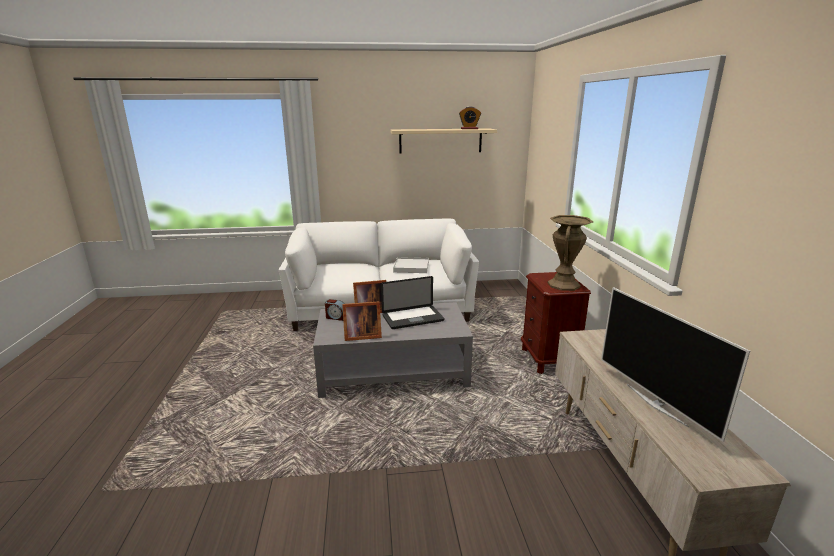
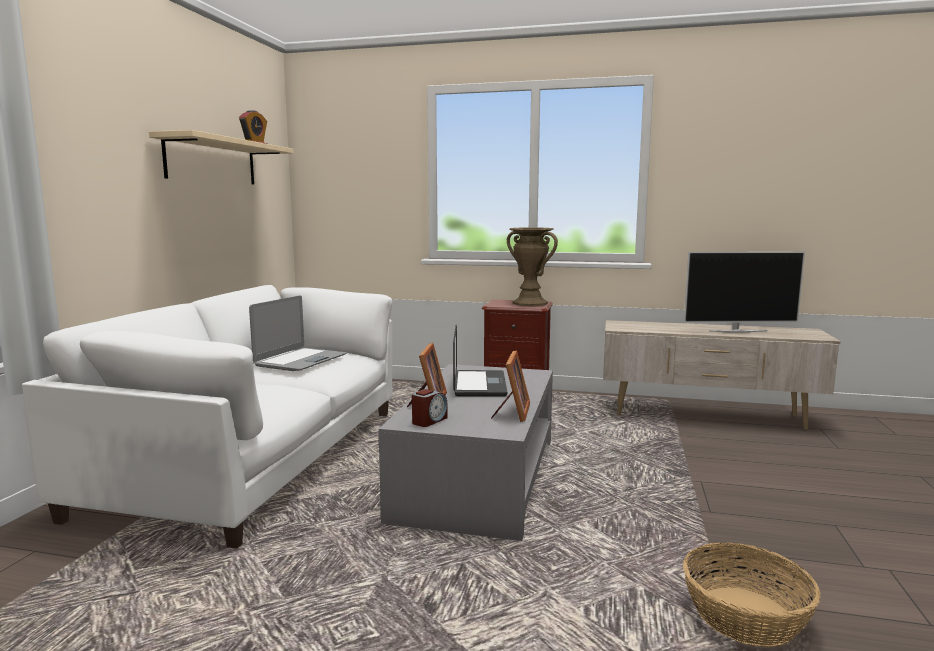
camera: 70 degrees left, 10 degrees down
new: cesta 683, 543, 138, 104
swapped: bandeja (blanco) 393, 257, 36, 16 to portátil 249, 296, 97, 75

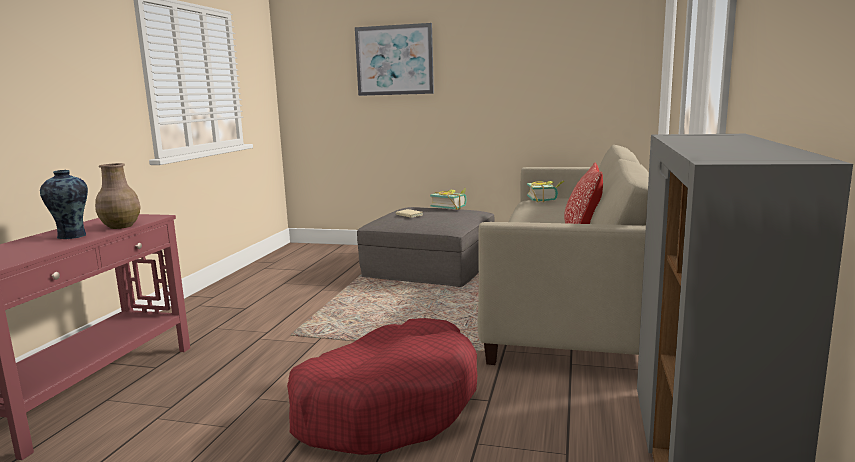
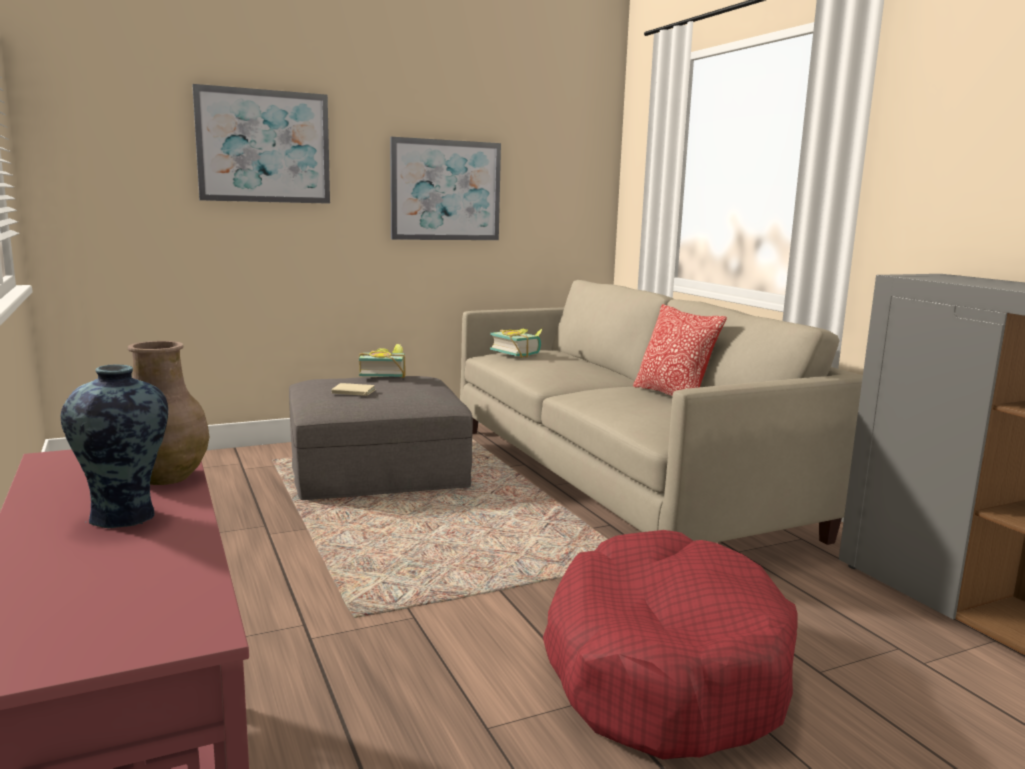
camera: 40 degrees left, 0 degrees up
new: cuadro 390, 137, 111, 103

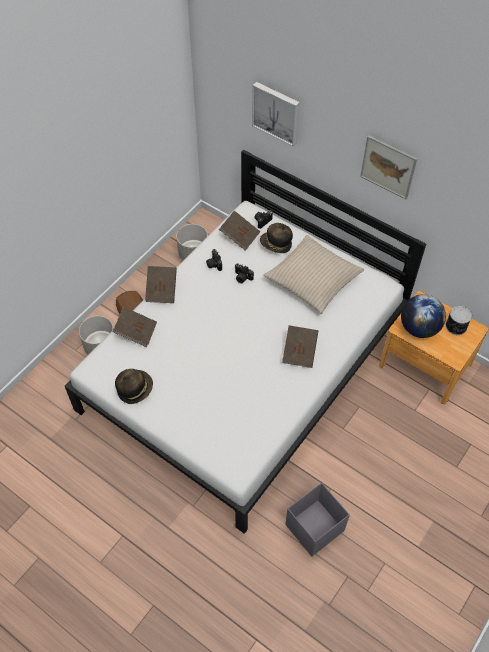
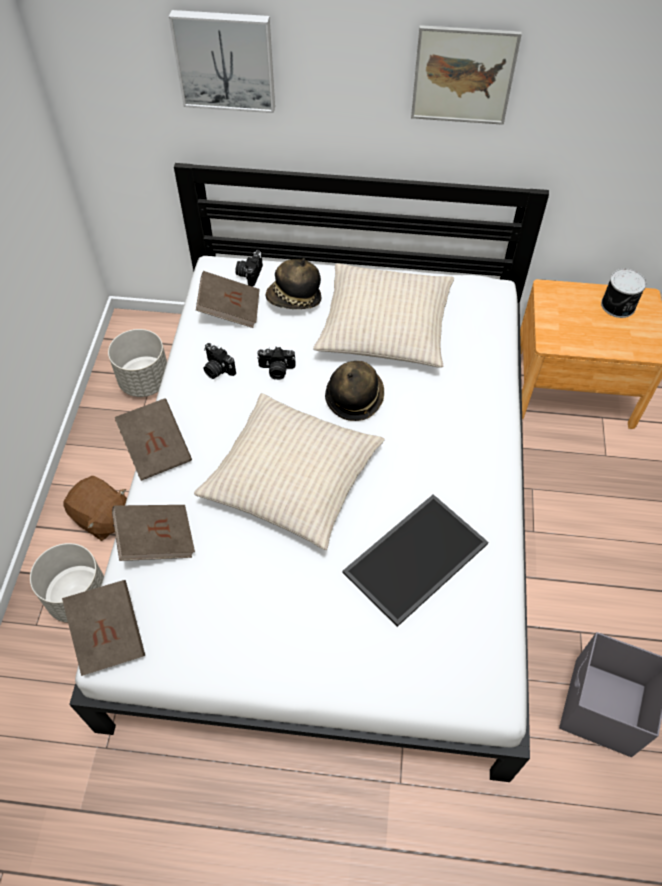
camera: 30 degrees left, 0 degrees up
gone: globo terráqueo 401, 294, 45, 44
new: cojín (beis) 194, 393, 191, 157; bandeja 342, 494, 146, 133
shifted: sombrero 115, 369, 38, 35 to 325, 361, 59, 60; libro (marrón) 282, 325, 36, 43 to 62, 580, 83, 96

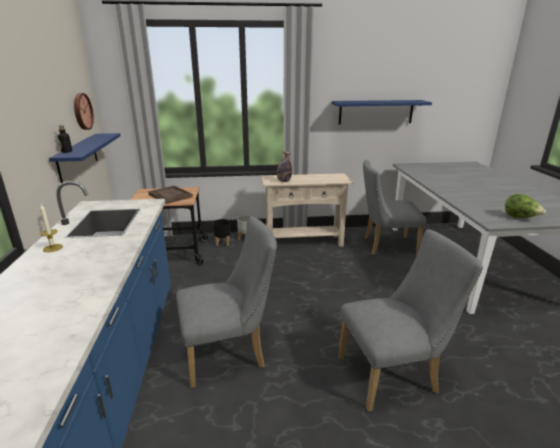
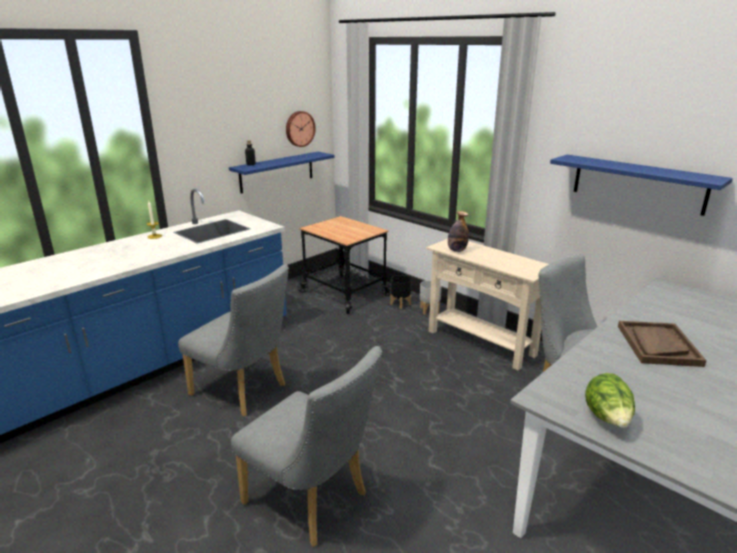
camera: 50 degrees right, 0 degrees up
shifted: bandeja (marrón) 148, 186, 45, 18 to 618, 321, 89, 46

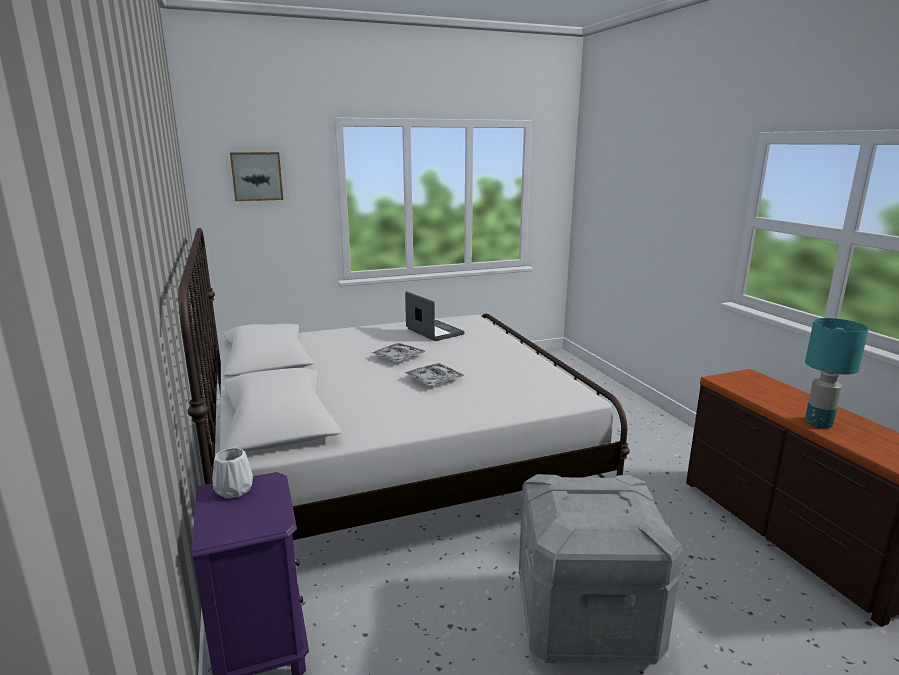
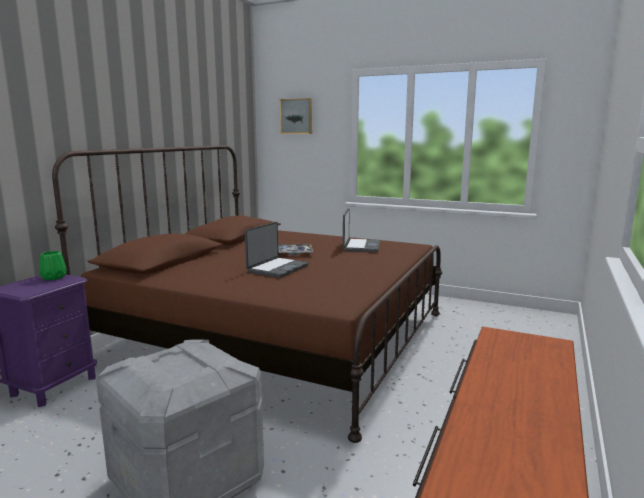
camera: 45 degrees right, 5 degrees down
gone: lámpara de mesa (turquesa) 805, 318, 64, 110
swapped: bandeja 405, 363, 59, 23 to portátil 245, 222, 64, 56
repainted: cama (blanco) 178, 228, 452, 312 to cama (marrón) 52, 145, 390, 298; florero (blanco) 212, 448, 41, 51 to florero (verde) 39, 251, 28, 29

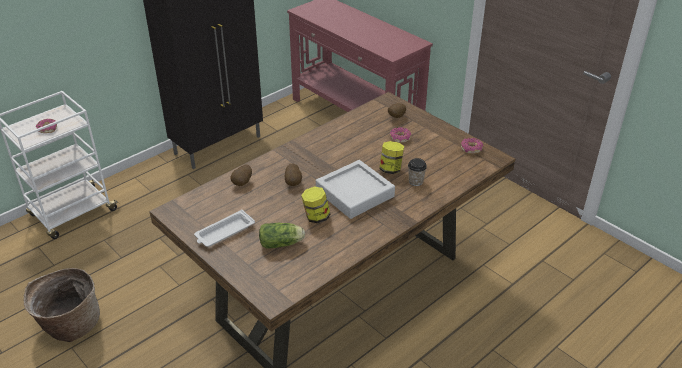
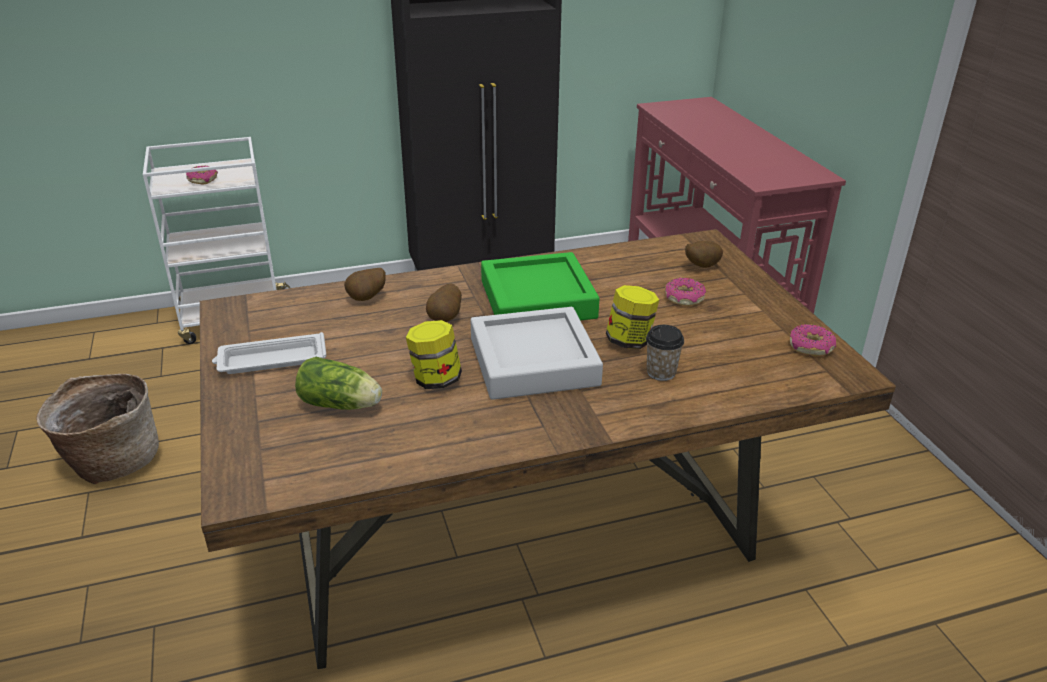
camera: 25 degrees right, 5 degrees down
new: bandeja (verde) 481, 252, 118, 68

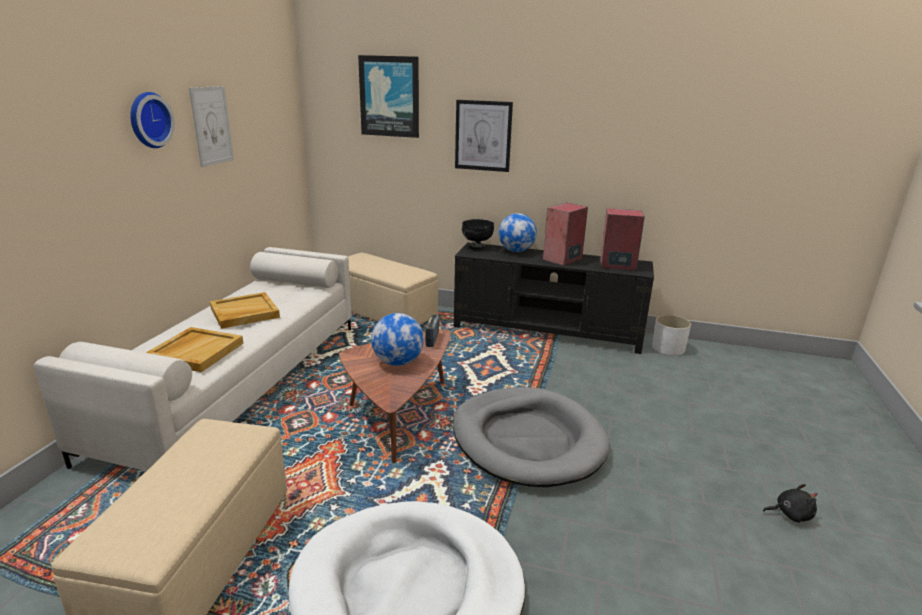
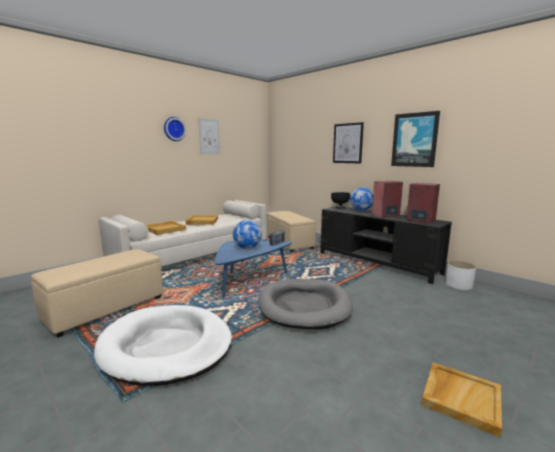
camera: 30 degrees right, 10 degrees down
shifted: cuadro 358, 55, 61, 83 to 391, 111, 49, 56
swapped: peluche (negro) 763, 484, 55, 39 to bandeja (beis) 421, 363, 81, 74
repainted: mesa de centro (marrón) 339, 330, 112, 133 to mesa de centro (azul) 215, 241, 77, 57

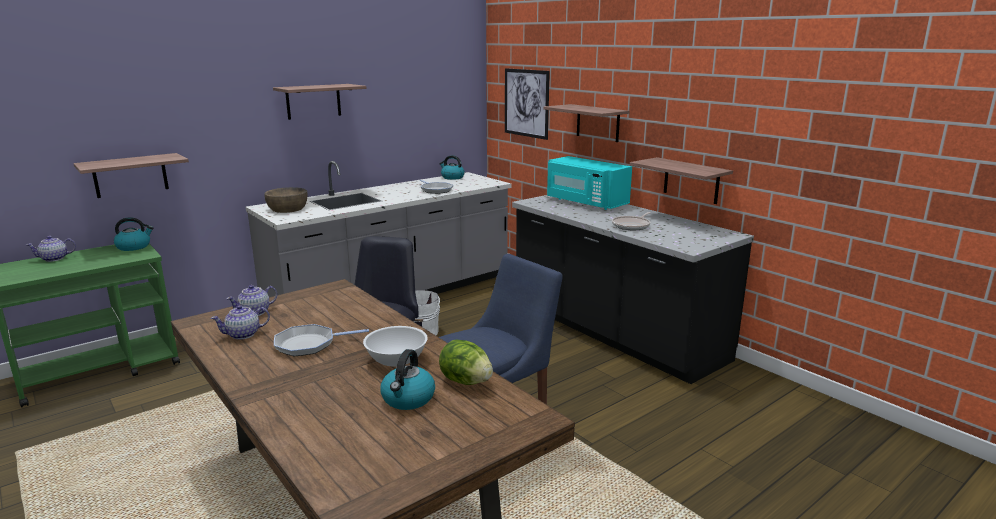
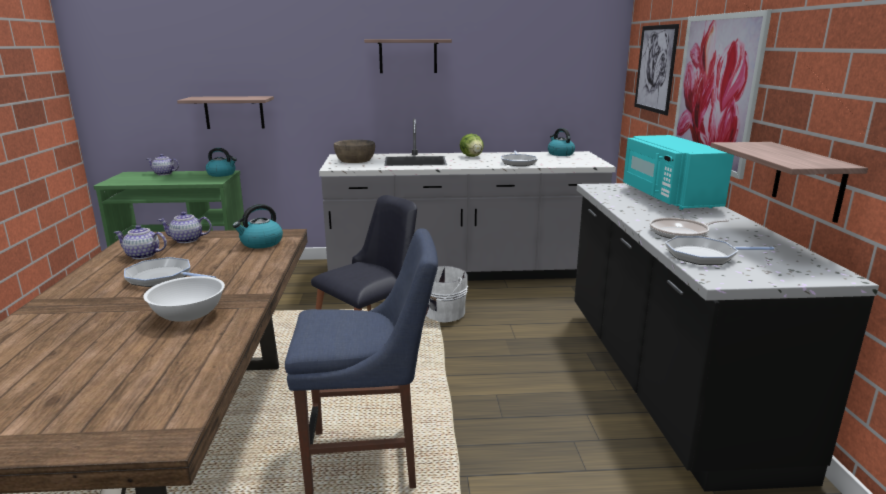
camera: 35 degrees right, 0 degrees up
new: sartén 665, 236, 110, 29
shifted: hervidor 380, 349, 55, 61 to 233, 204, 50, 45; lechuga 439, 339, 54, 46 to 460, 134, 24, 23
swapped: estante 543, 104, 87, 38 to cuadro 673, 10, 99, 169

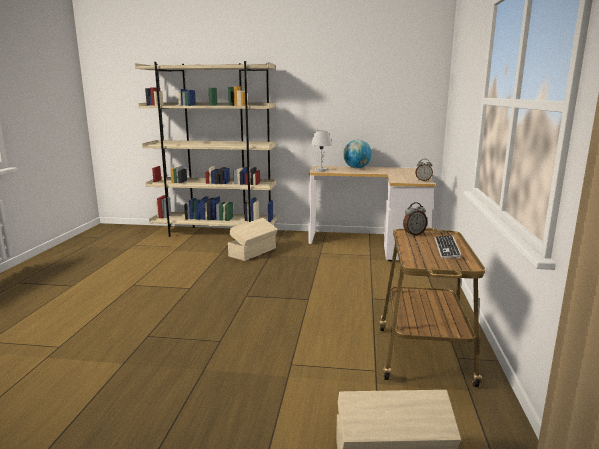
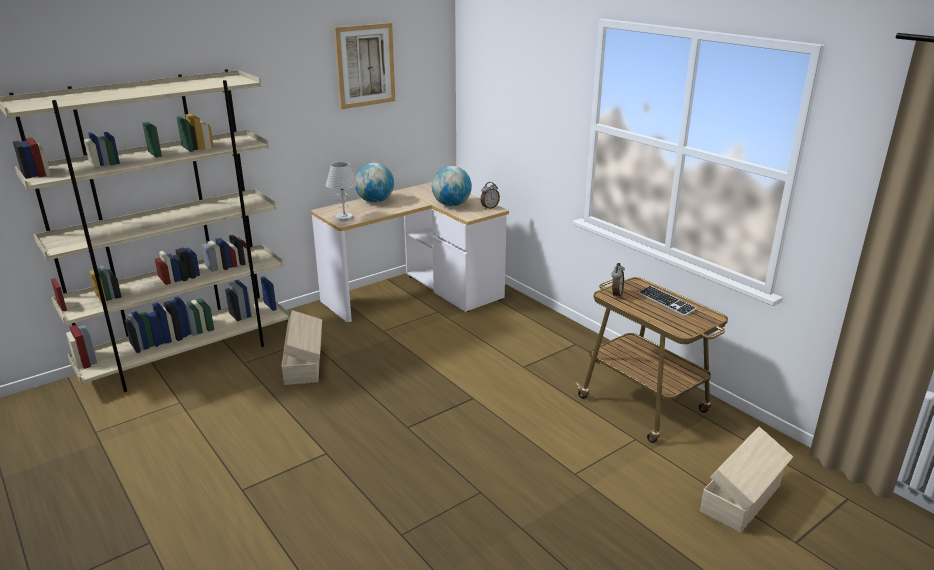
camera: 45 degrees left, 10 degrees up
new: cuadro 334, 23, 61, 86; globo terráqueo 432, 166, 40, 40

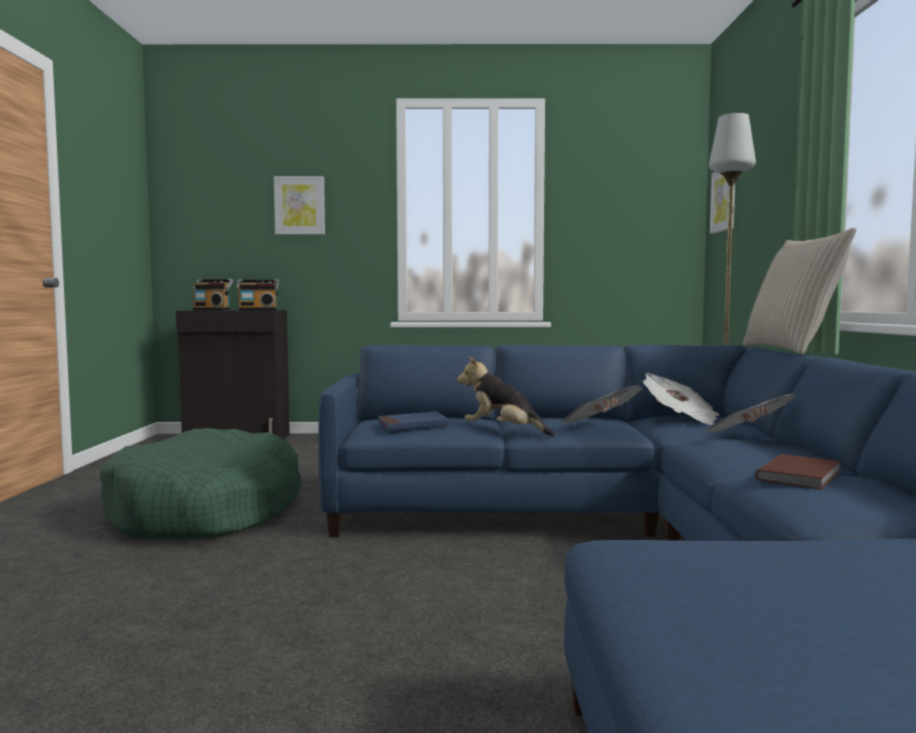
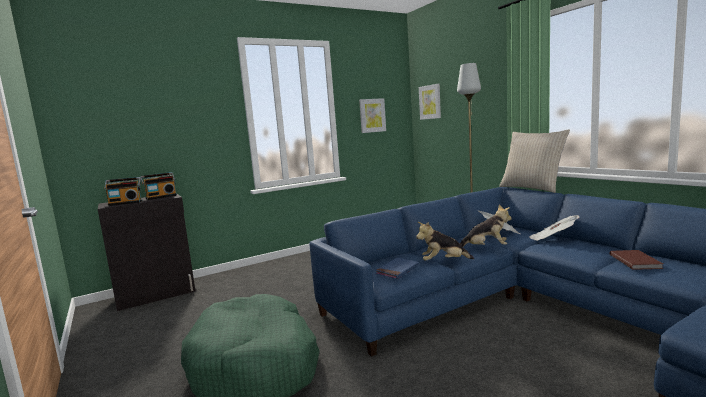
camera: 30 degrees left, 5 degrees up
shifted: cuadro 274, 176, 51, 59 to 359, 98, 27, 35
swapped: periódico 559, 384, 83, 39 to peluche 460, 205, 52, 42

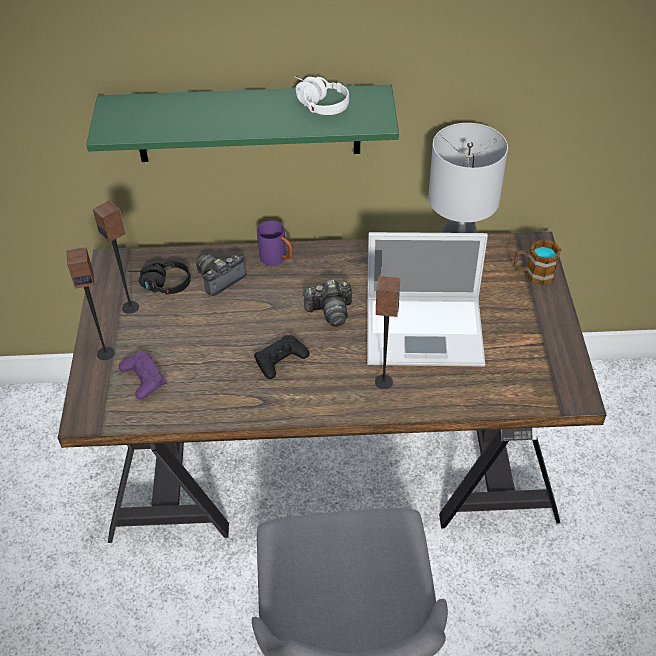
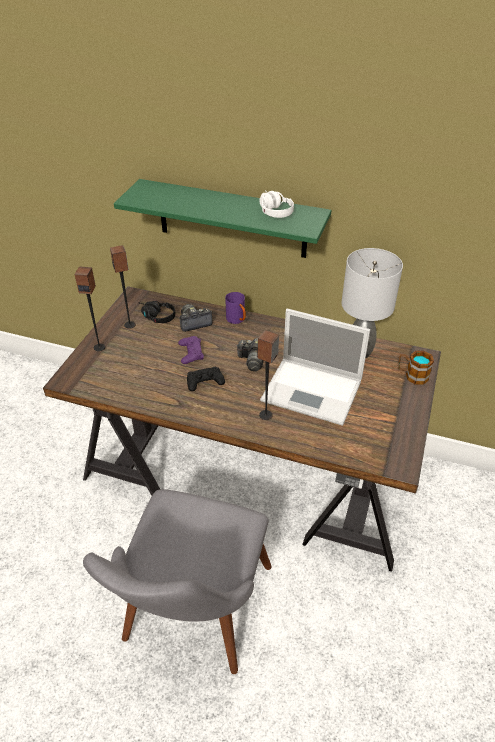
camera: 20 degrees right, 5 degrees down
shifted: mando de consola (morado) 119, 352, 48, 47 to 178, 336, 26, 28

